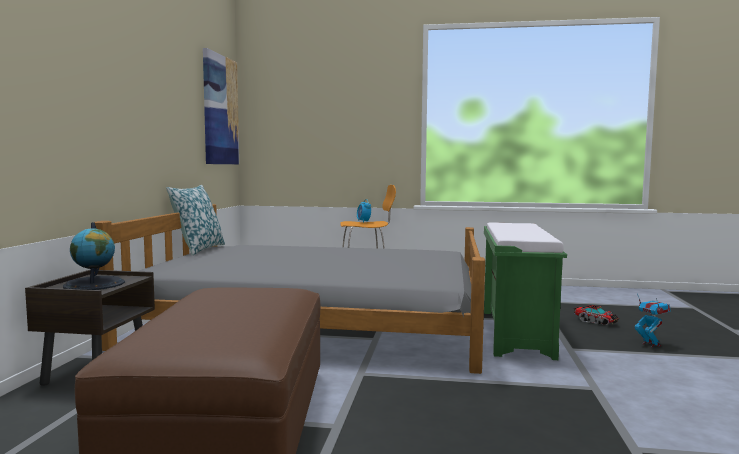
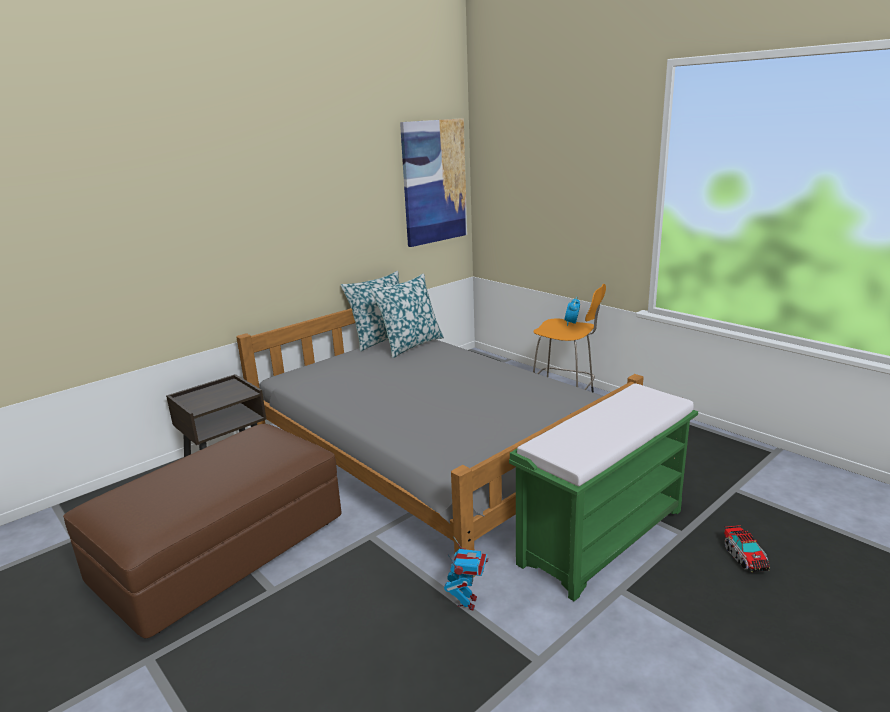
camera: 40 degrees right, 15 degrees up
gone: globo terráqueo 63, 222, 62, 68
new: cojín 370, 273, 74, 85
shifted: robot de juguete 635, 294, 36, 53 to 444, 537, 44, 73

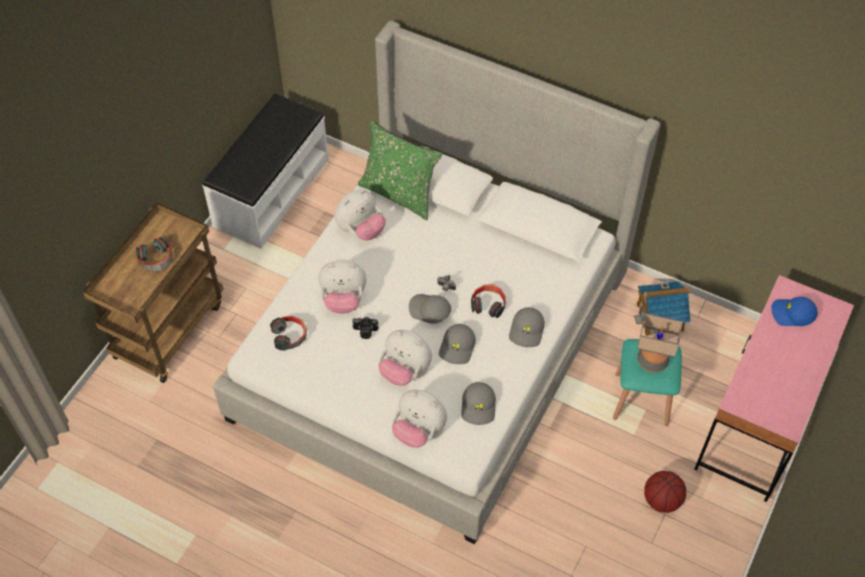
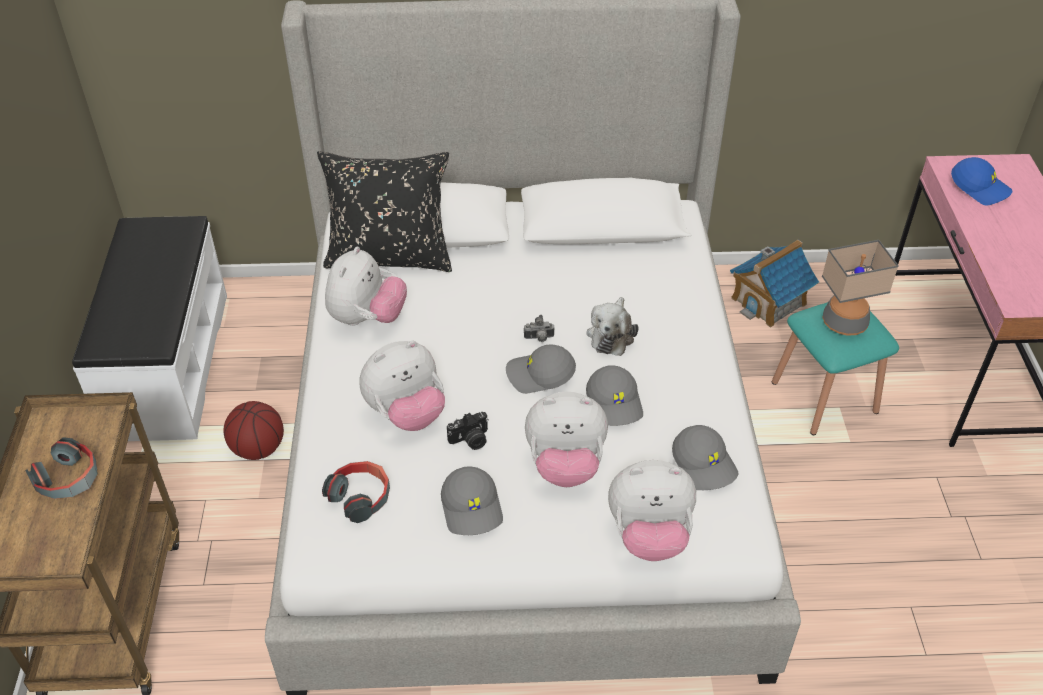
camera: 30 degrees left, 10 degrees down
shifted: gorra (gris) 509, 307, 36, 40 to 441, 466, 62, 69; balón de baloncesto 644, 471, 42, 42 to 223, 401, 61, 59
swapped: auriculares 471, 284, 35, 34 to peluche 587, 297, 52, 59
repainted: cojín (verde) 358, 120, 84, 100 to cojín (negro) 317, 151, 135, 121
rotated: gorra (azul) 771, 297, 47, 29 = 951, 157, 61, 48 120 degrees counterclockwise

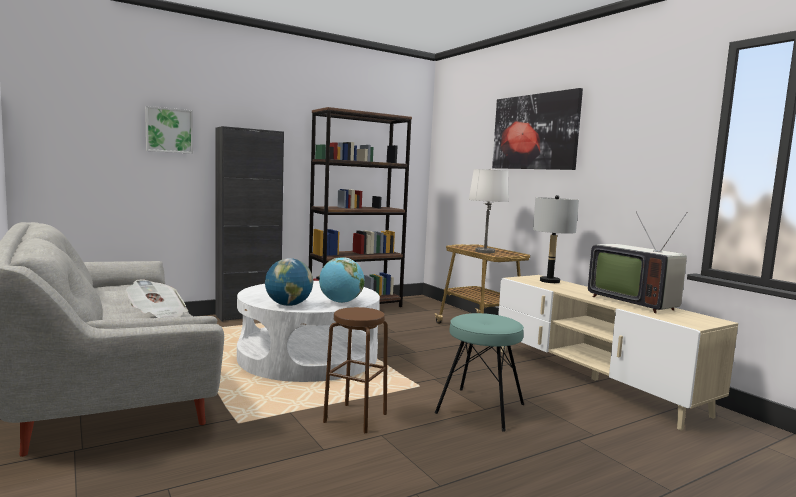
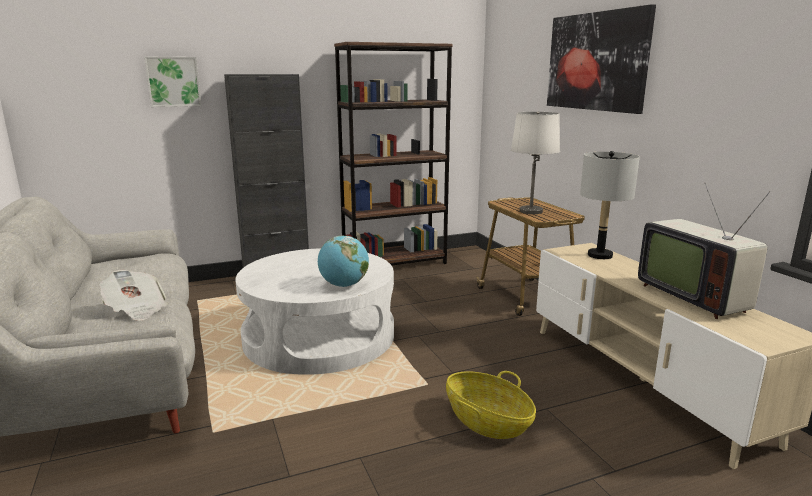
camera: 10 degrees right, 10 degrees up
gone: globo terráqueo 265, 258, 48, 48; taburete (marrón) 323, 307, 64, 126
swapped: taburete (turquesa) 435, 313, 89, 119 to cesta 446, 371, 90, 68

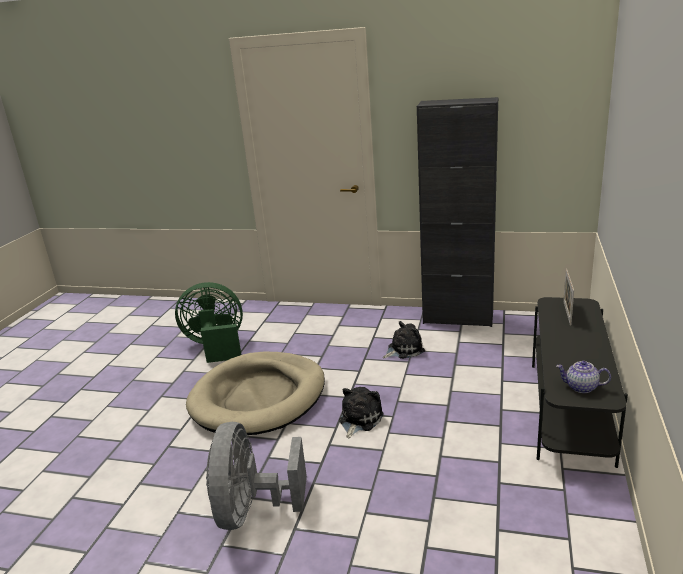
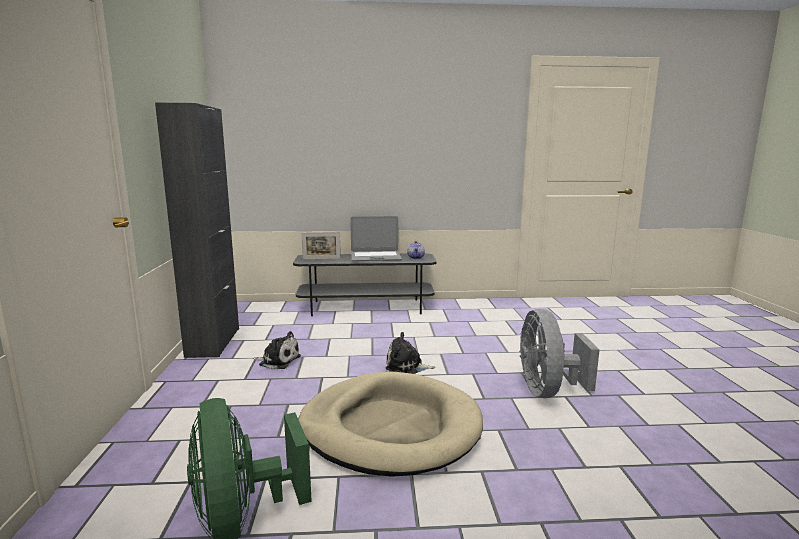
camera: 110 degrees left, 10 degrees down
new: portátil 350, 216, 52, 45
rotated: ventilador (gris) 206, 422, 101, 108 = 519, 309, 81, 89 105 degrees clockwise; peluche 383, 321, 42, 38 = 252, 331, 49, 38 150 degrees clockwise

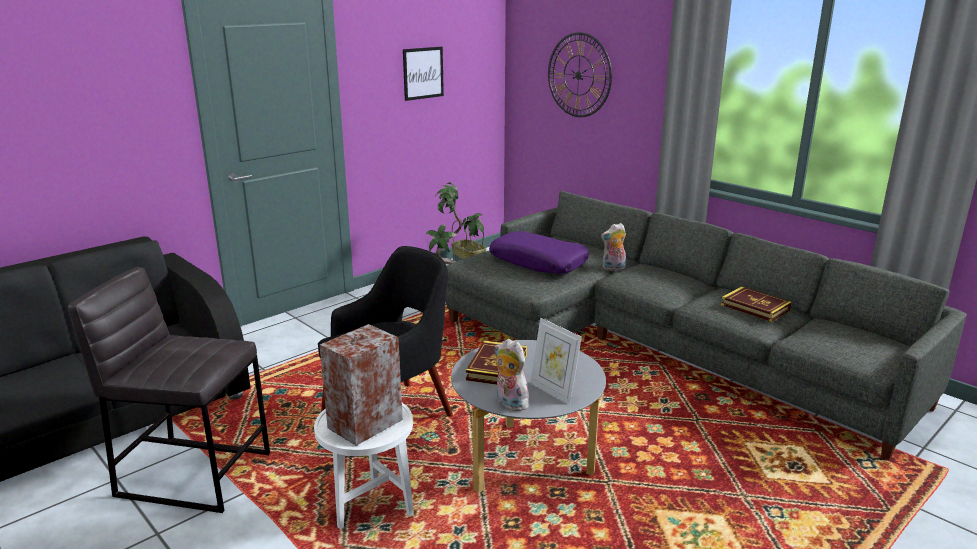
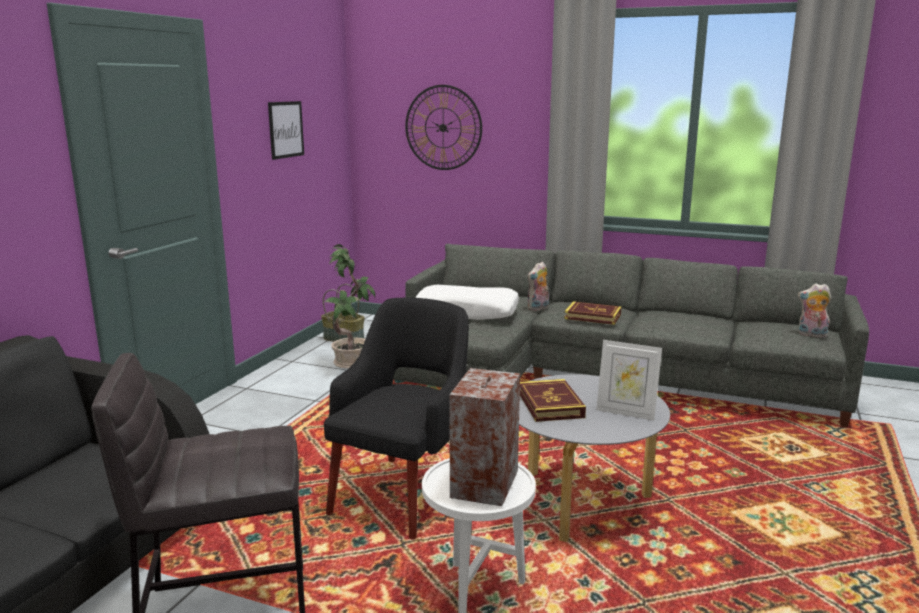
camera: 25 degrees left, 5 degrees down
shifted: peluche 495, 339, 35, 72 to 798, 284, 34, 54; libro 721, 287, 71, 35 to 564, 301, 57, 24
repainted: cojín (morado) 489, 231, 100, 42 to cojín (blanco) 416, 285, 103, 35

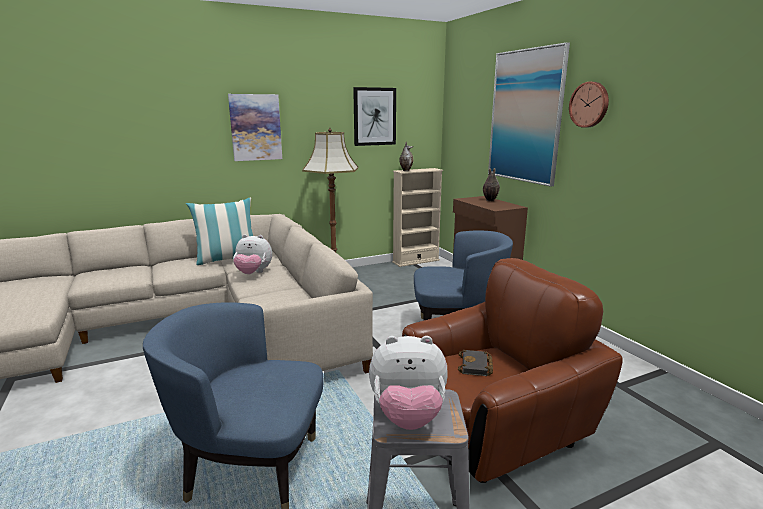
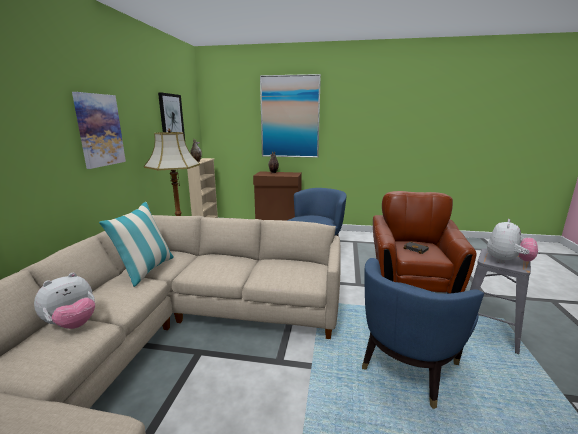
camera: 55 degrees left, 0 degrees up
gone: reloj de pared 569, 82, 40, 46
shifted: peluche 233, 235, 39, 39 to 34, 273, 61, 56

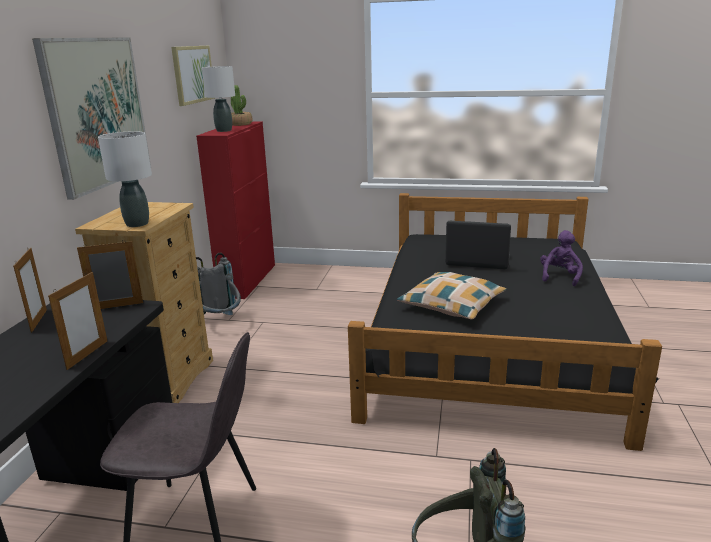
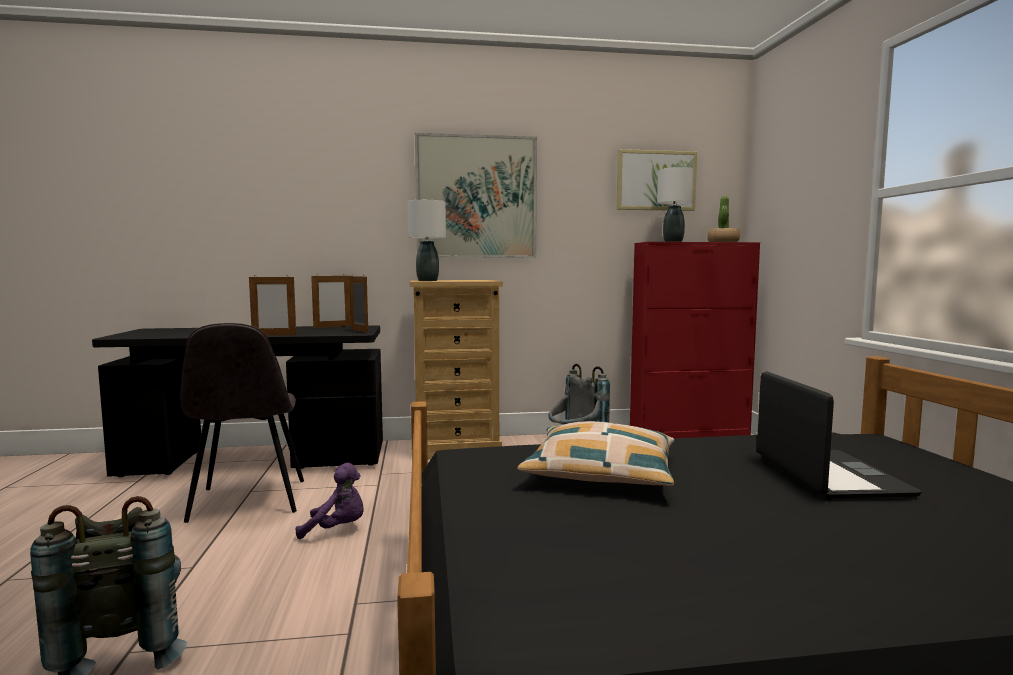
camera: 70 degrees right, 15 degrees down
shifted: peluche (morado) 540, 230, 43, 56 to 296, 463, 68, 76

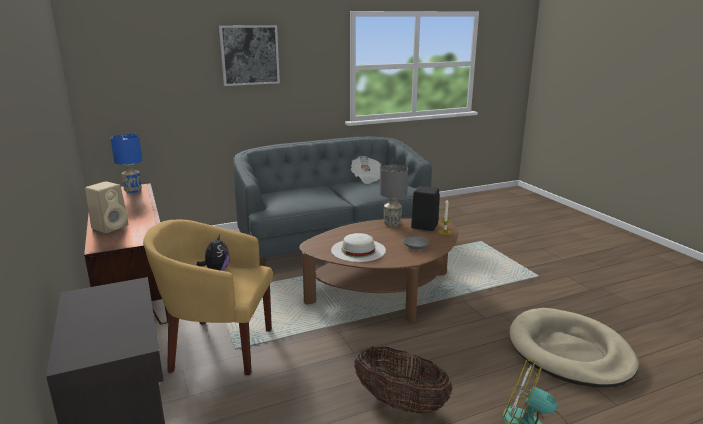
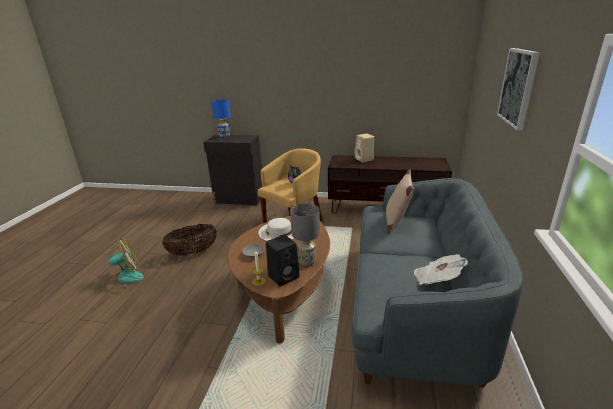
camera: 125 degrees right, 5 degrees up
gone: cama para perro (beis) 510, 308, 129, 80
new: cojín (beis) 386, 169, 28, 65
shifted: lámpara de mesa (azul) 110, 134, 33, 59 to 211, 99, 20, 39

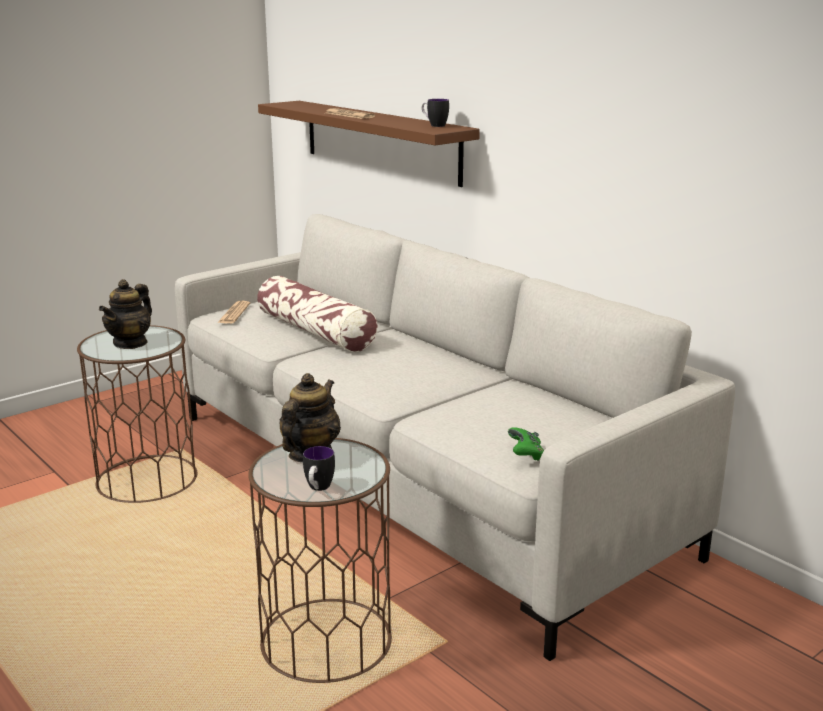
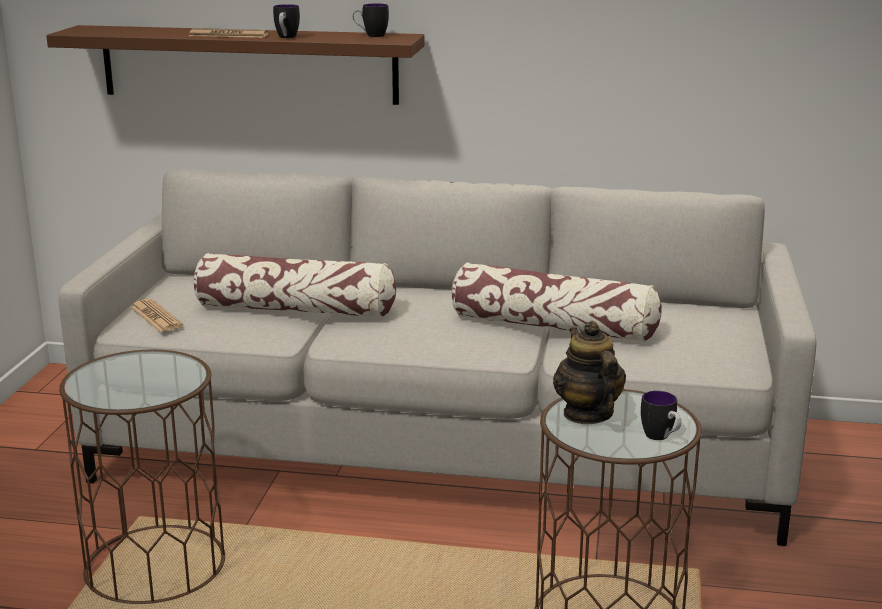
camera: 40 degrees left, 0 degrees up
gone: tetera 99, 279, 53, 70; mando de consola (verde) 508, 427, 36, 34
new: taza grande 273, 4, 27, 34; cojín 451, 262, 211, 80

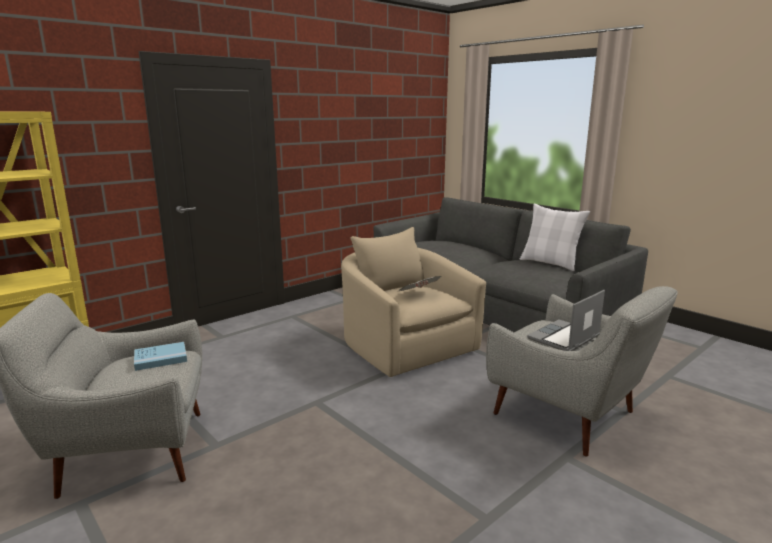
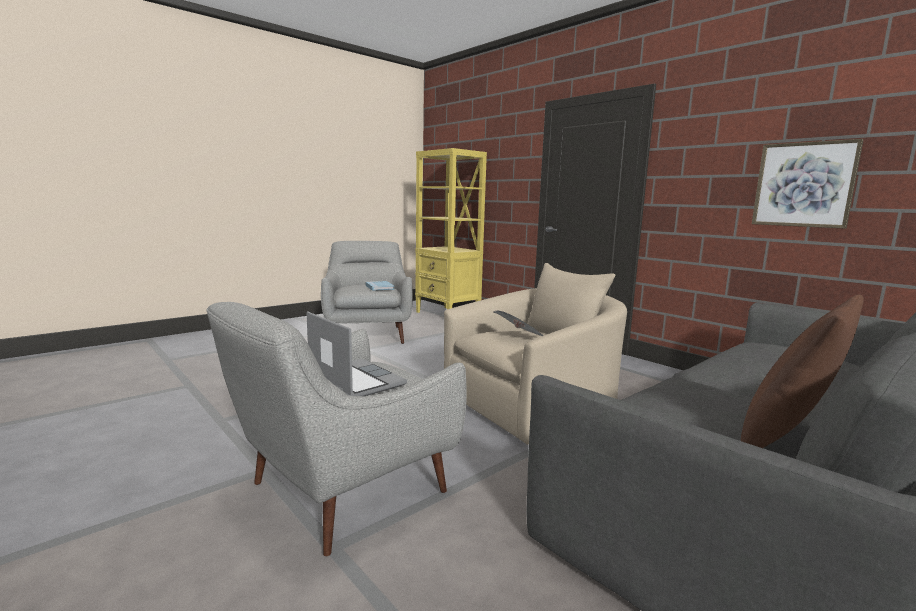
camera: 90 degrees right, 5 degrees down
new: cuadro 752, 139, 112, 90
repainted: cojín (blanco) 520, 204, 70, 67 to cojín (marrón) 741, 295, 123, 153

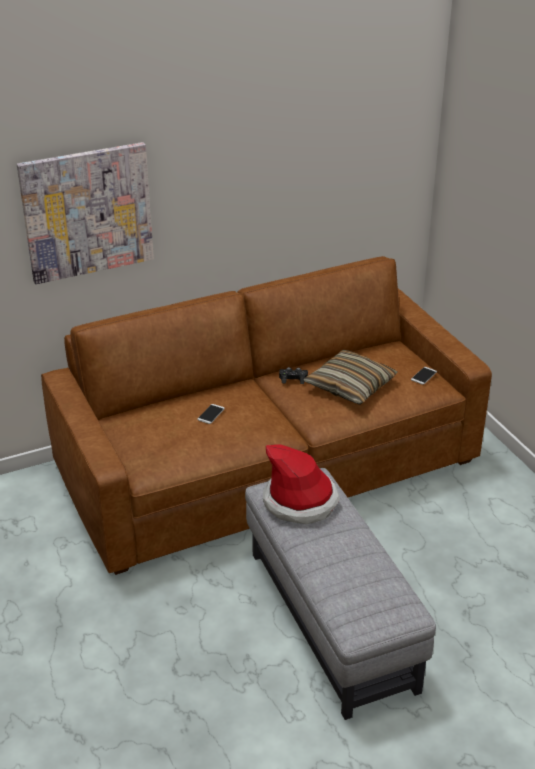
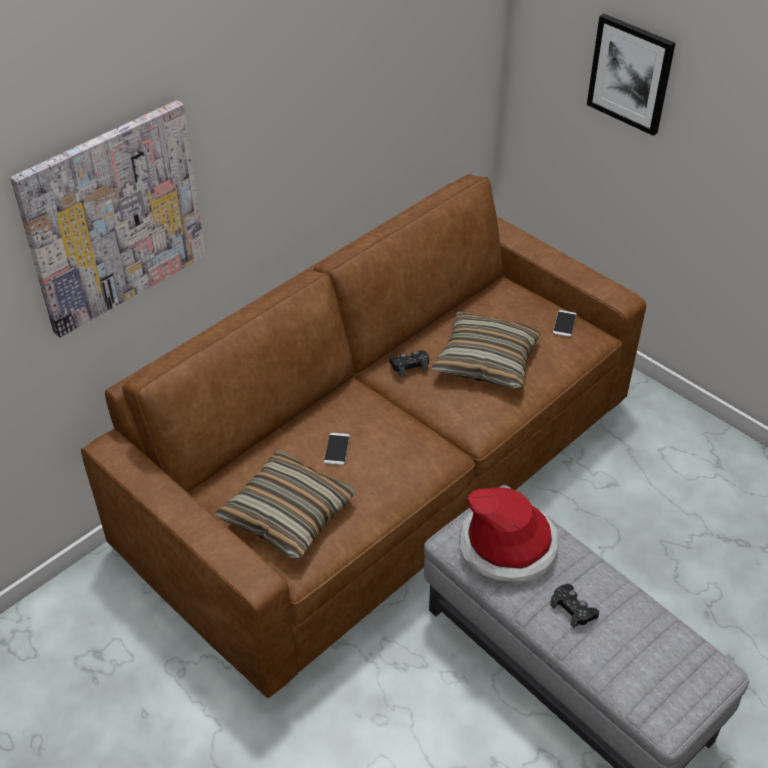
camera: 20 degrees left, 10 degrees up
new: cojín 216, 450, 140, 109; mando de consola (negro) 550, 584, 49, 44; cuadro 587, 14, 88, 122

